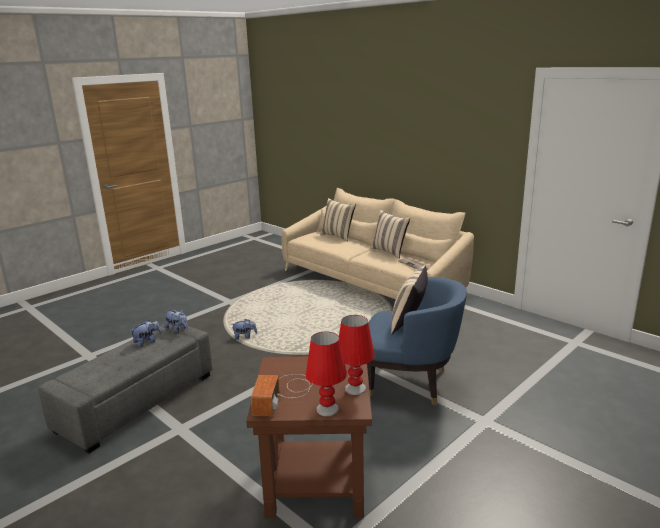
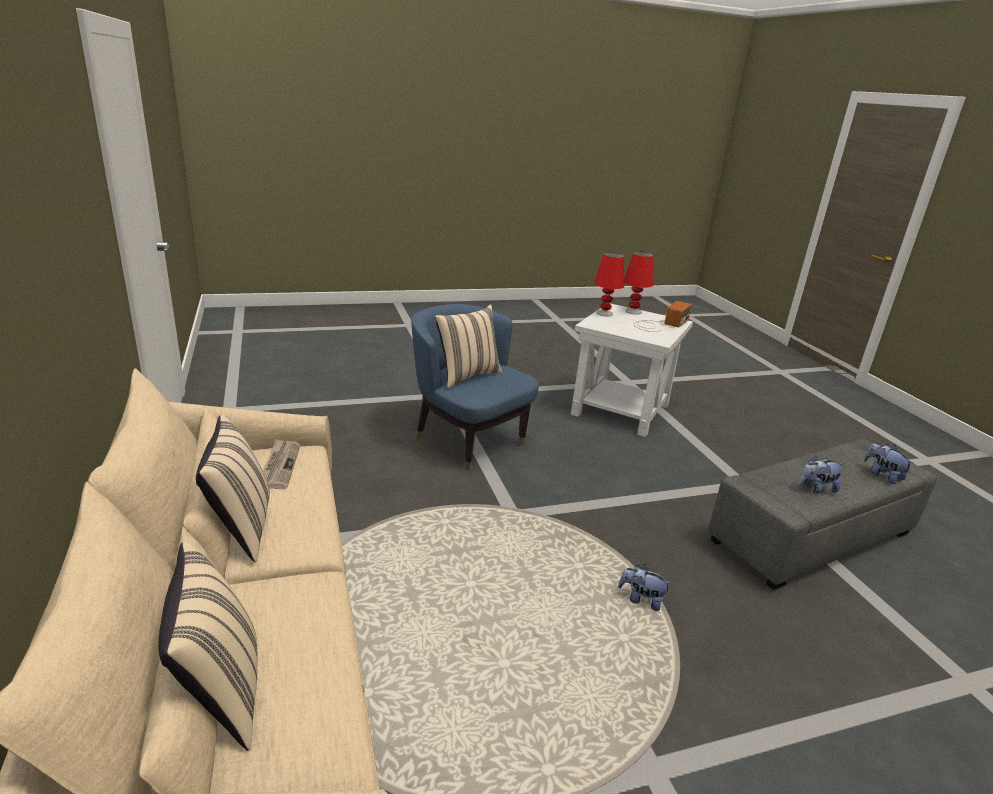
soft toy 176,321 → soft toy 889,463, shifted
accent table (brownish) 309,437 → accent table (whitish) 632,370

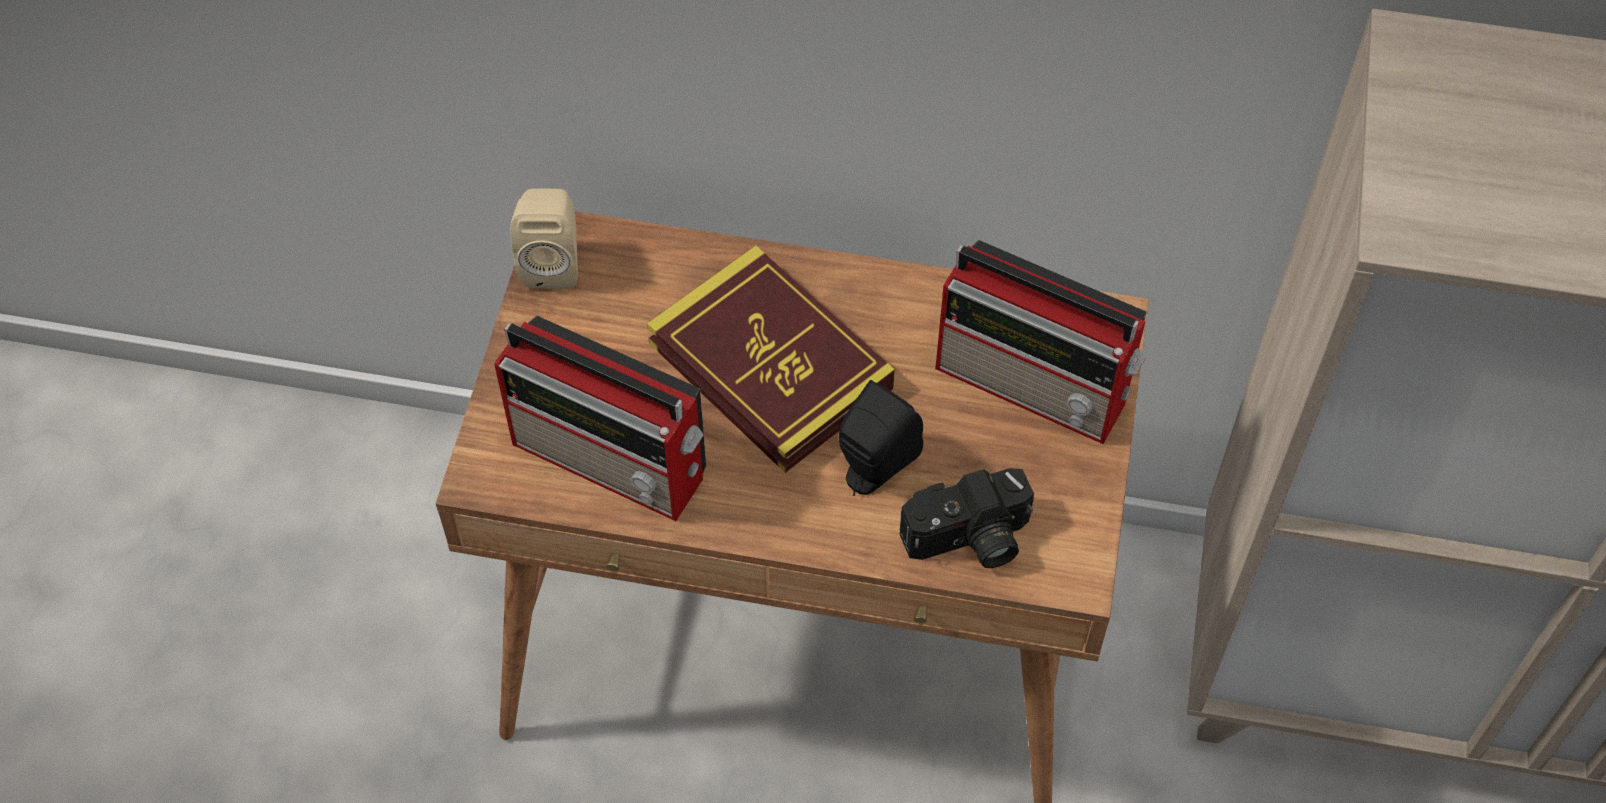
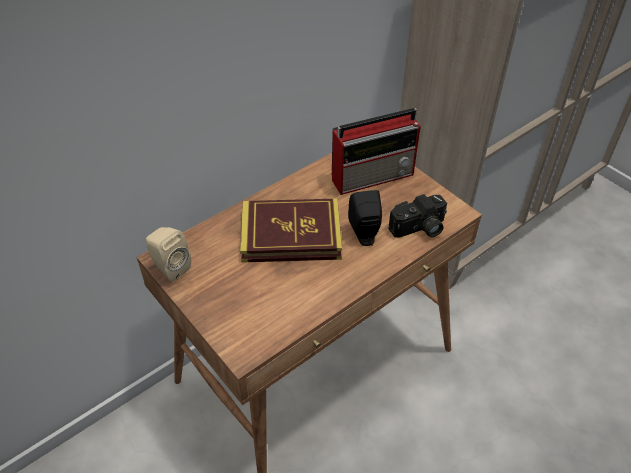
radio 600,418 → -
still camera 966,518 → still camera 417,215, 45 degrees clockwise

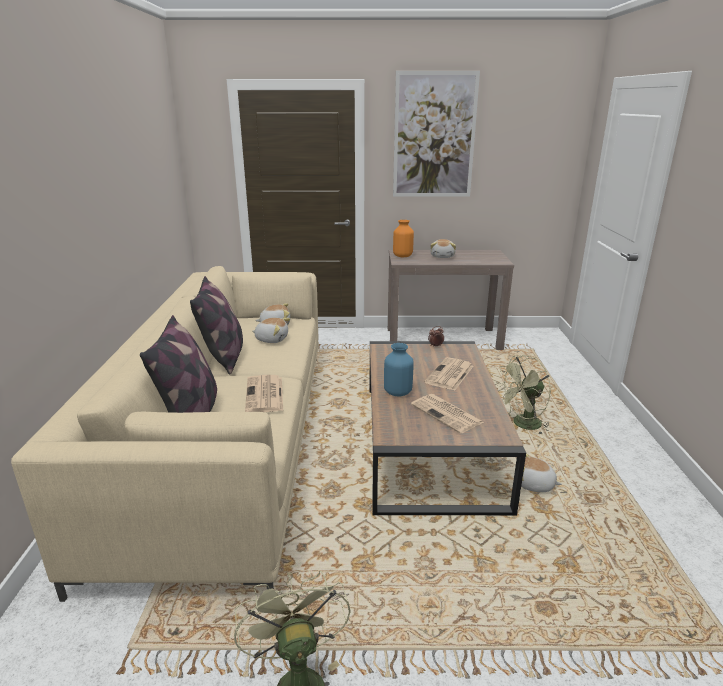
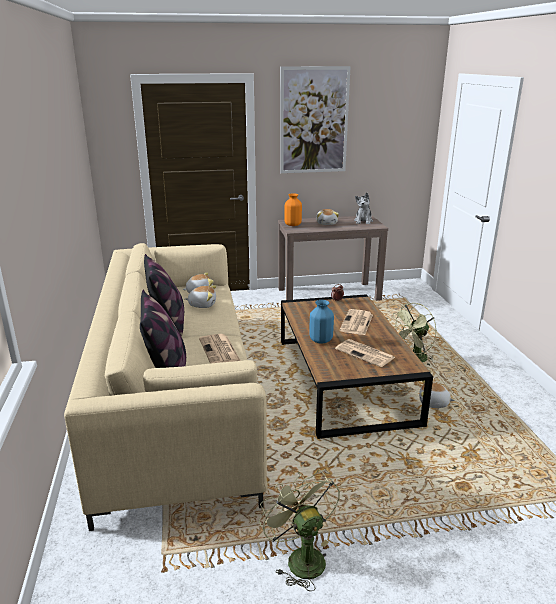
- → soft toy 363,208

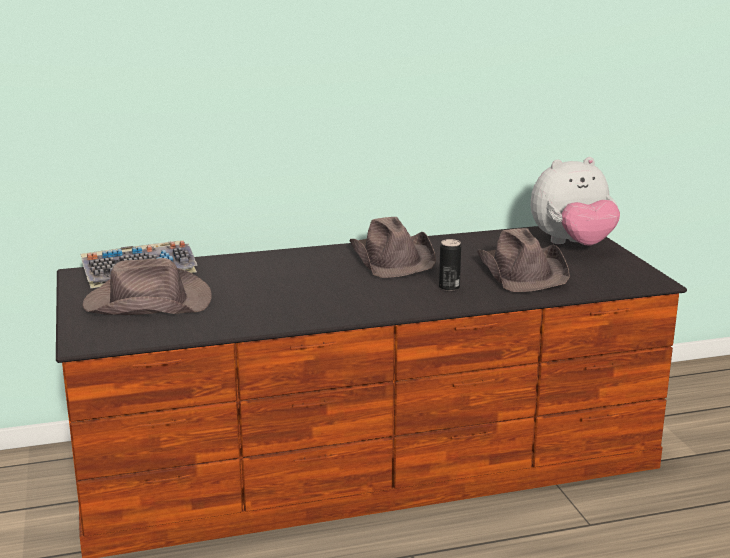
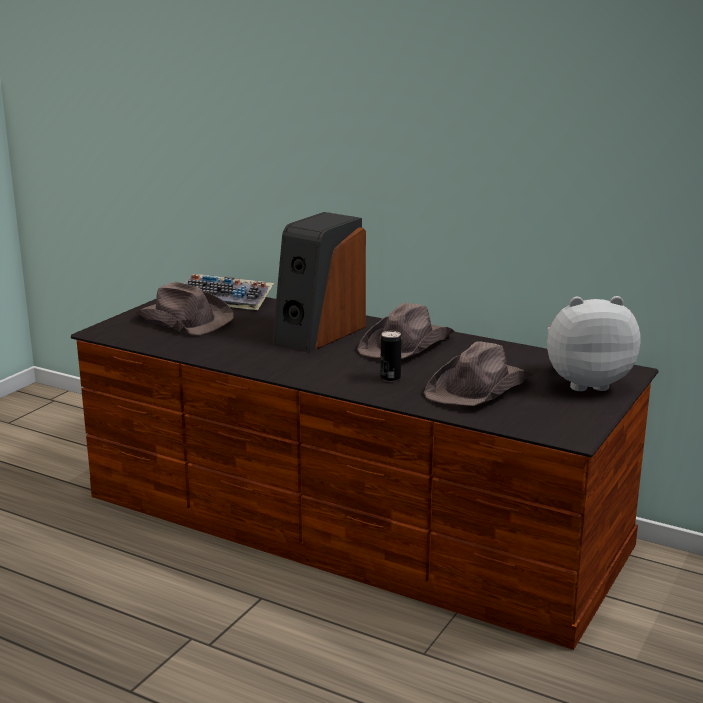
soft toy 575,201 → soft toy 593,343, 150 degrees clockwise
- → loudspeaker 319,282

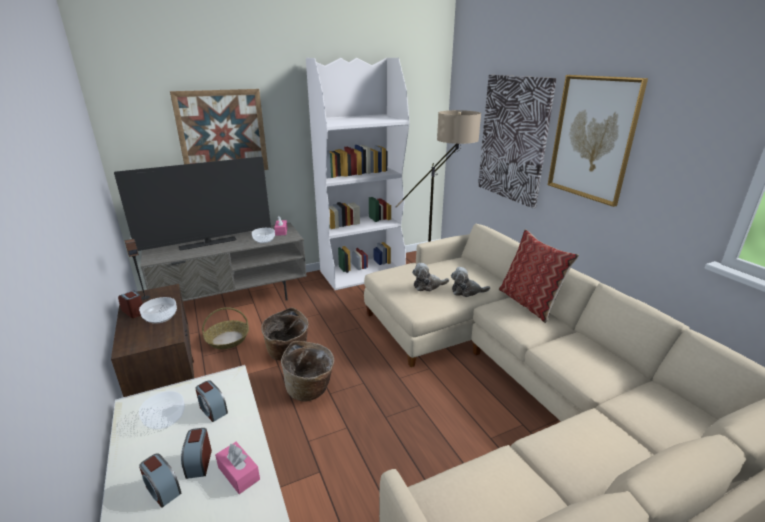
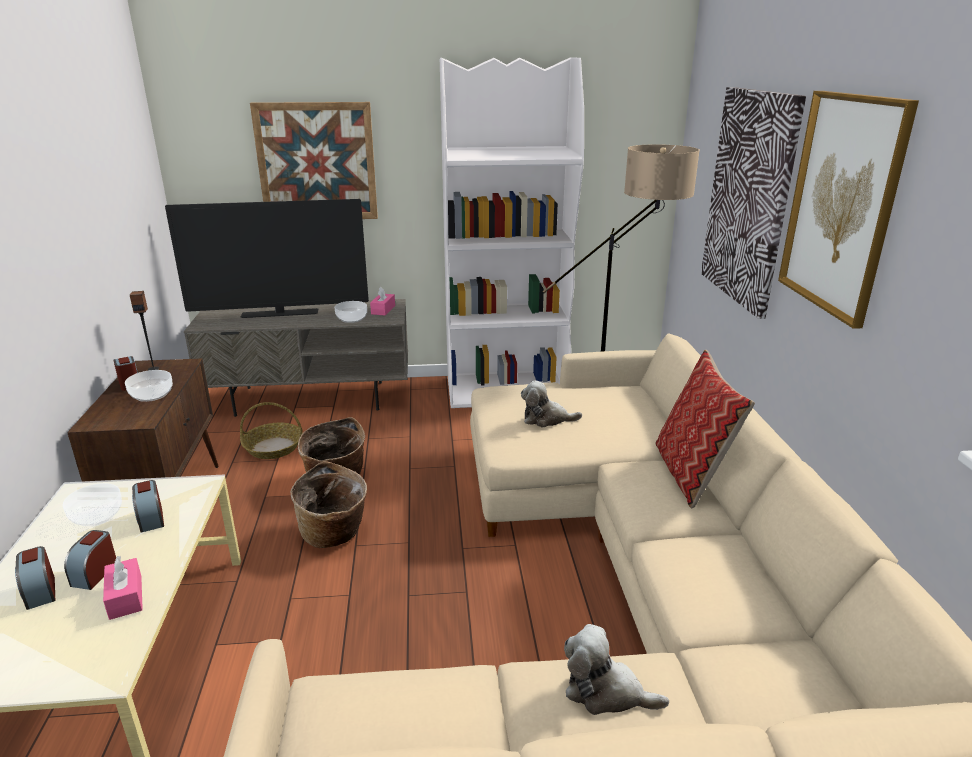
soft toy 470,282 → soft toy 616,669, shifted

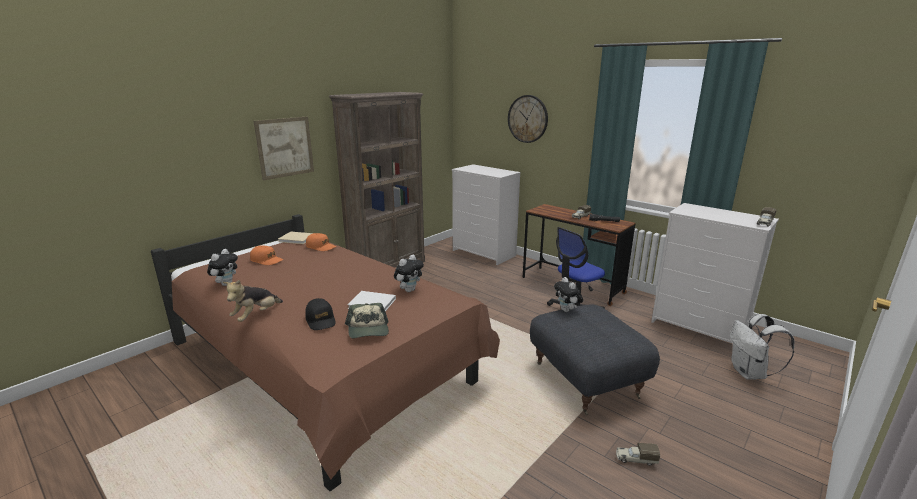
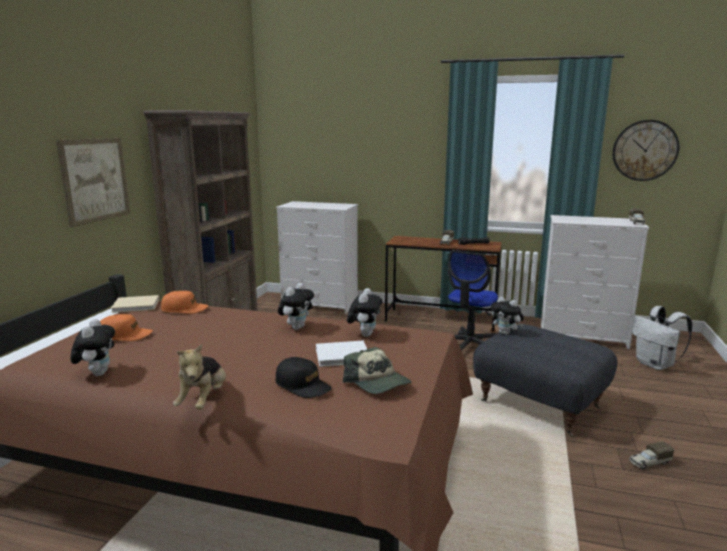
hanging clock 528,119 → hanging clock 645,150, shifted
- → soft toy 296,306

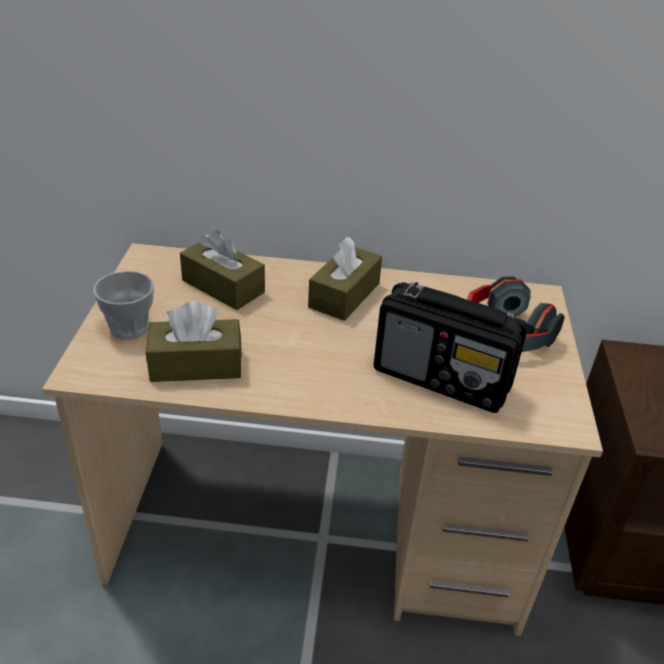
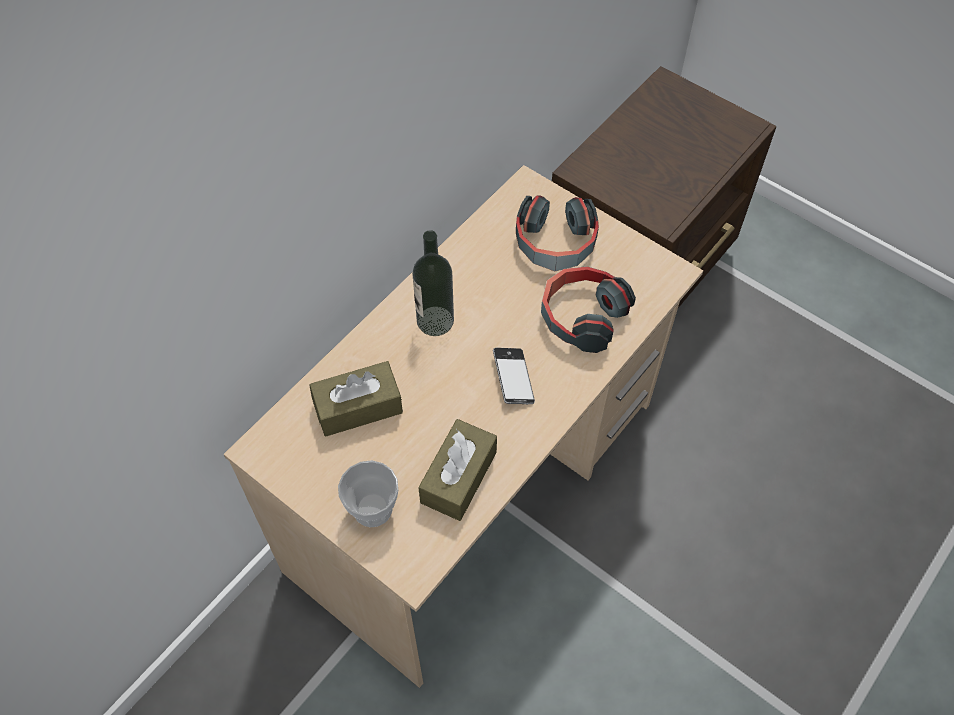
tissue holder (brownish) 345,278 → beverage bottle 433,283
radio 451,347 → pair of headphones 588,309
- → telephone 514,376

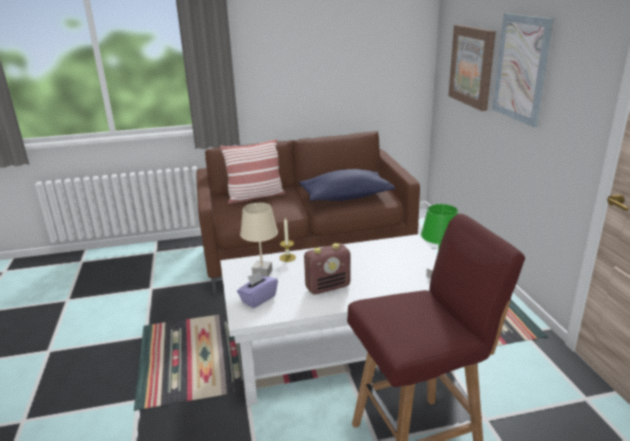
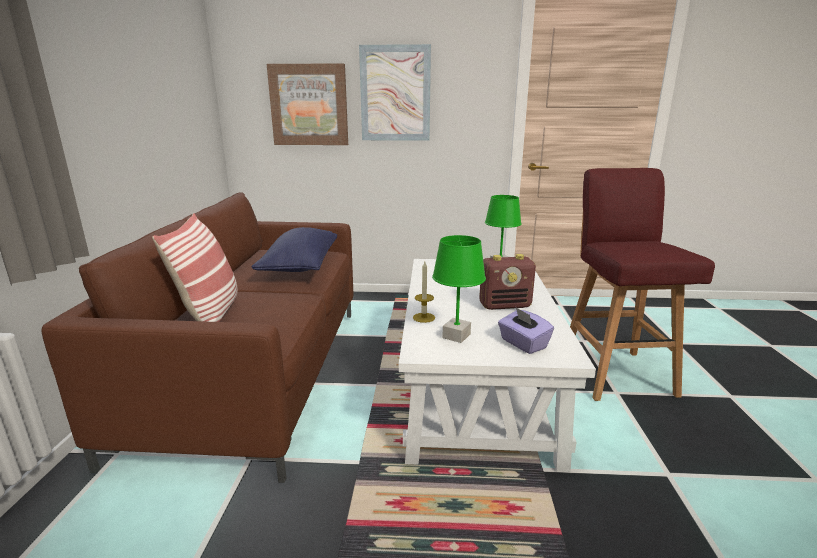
lamp for a table (beige-coloured) 259,240 → lamp for a table (greenish) 459,289
radio 327,269 → radio 507,282, 90 degrees clockwise

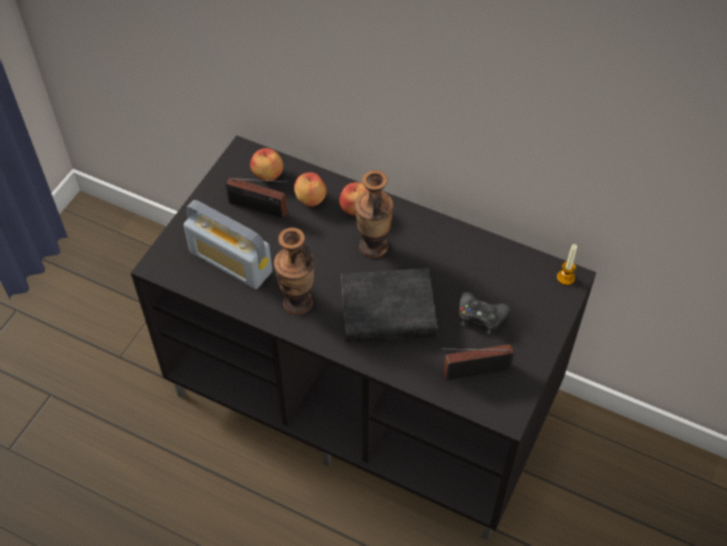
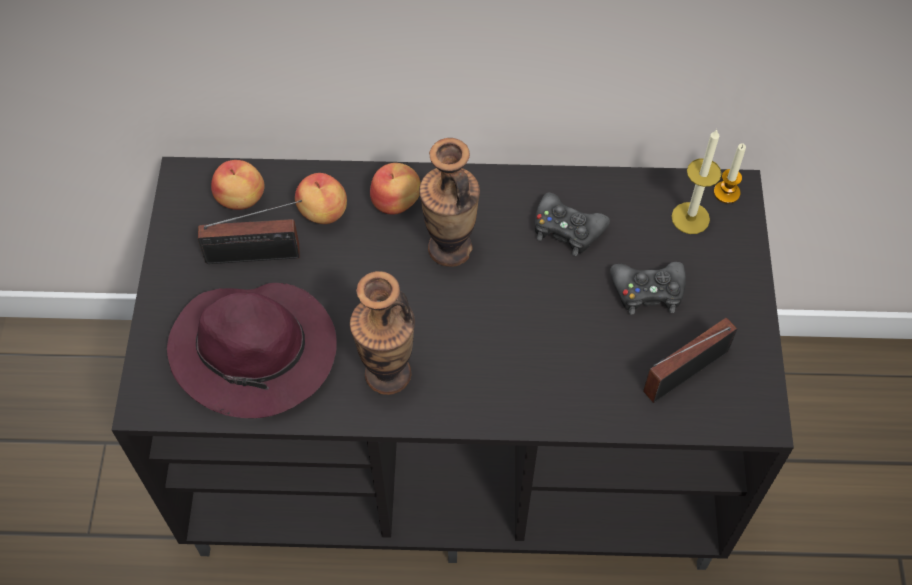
radio 228,244 → hat (purplish) 252,350
book (black-coloured) 389,305 → -
- → game controller (black-coloured) 572,224
- → wax candle 696,182

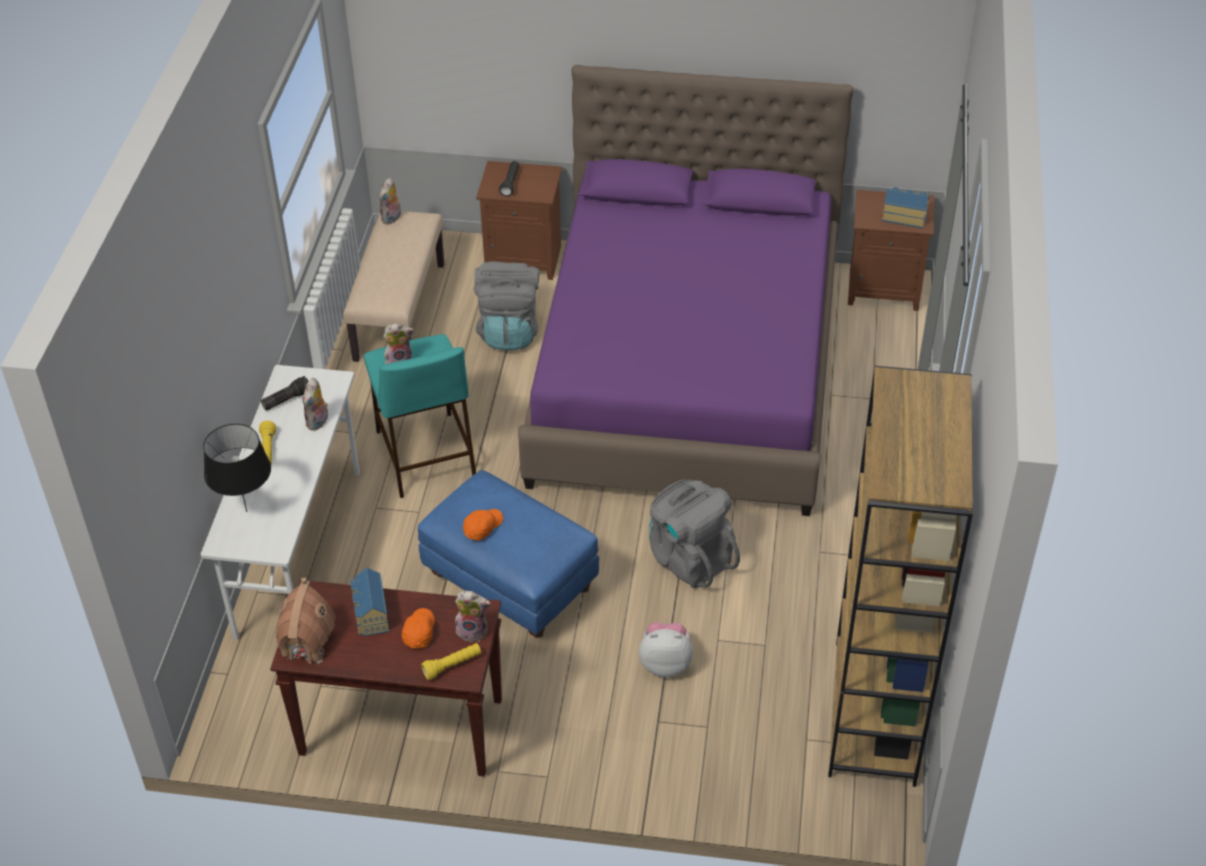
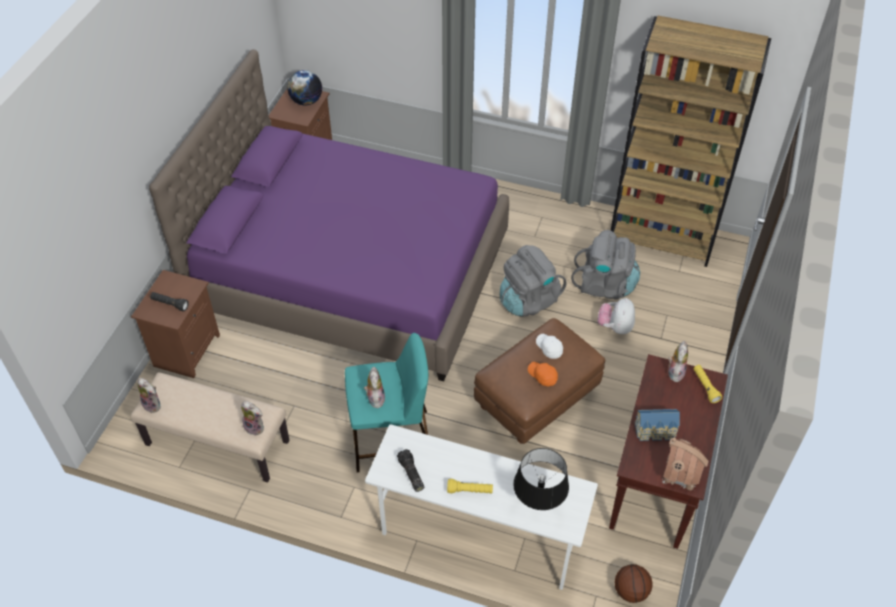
soft toy 315,404 → soft toy 252,418, shifted
peaked cap (orangey) 418,628 → -
ottoman (blue-coloured) 508,554 → ottoman (brownish) 539,381
backpack (gray) 506,306 → backpack (gray) 605,264, shifted
toy house 905,207 → globe 304,87
- → peaked cap (whitish) 549,346
- → basketball ball 633,583

